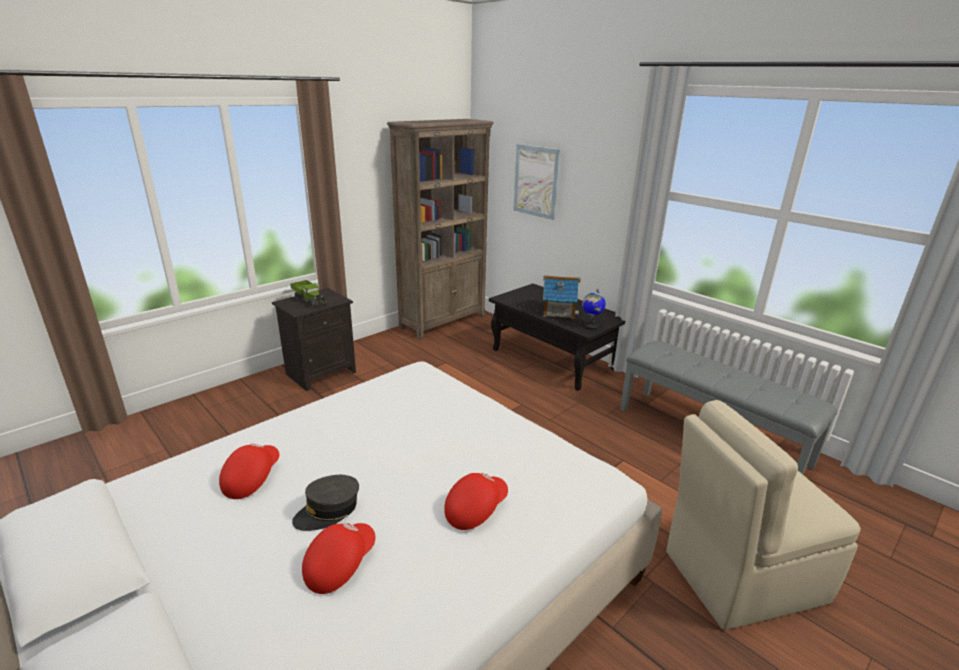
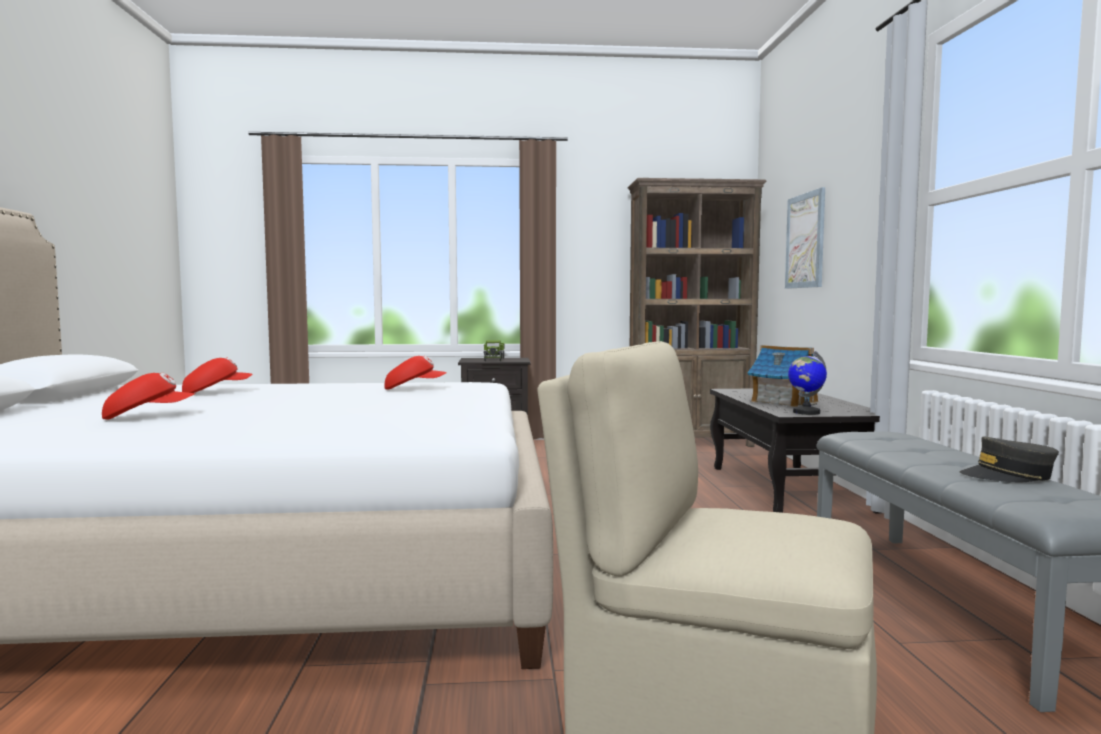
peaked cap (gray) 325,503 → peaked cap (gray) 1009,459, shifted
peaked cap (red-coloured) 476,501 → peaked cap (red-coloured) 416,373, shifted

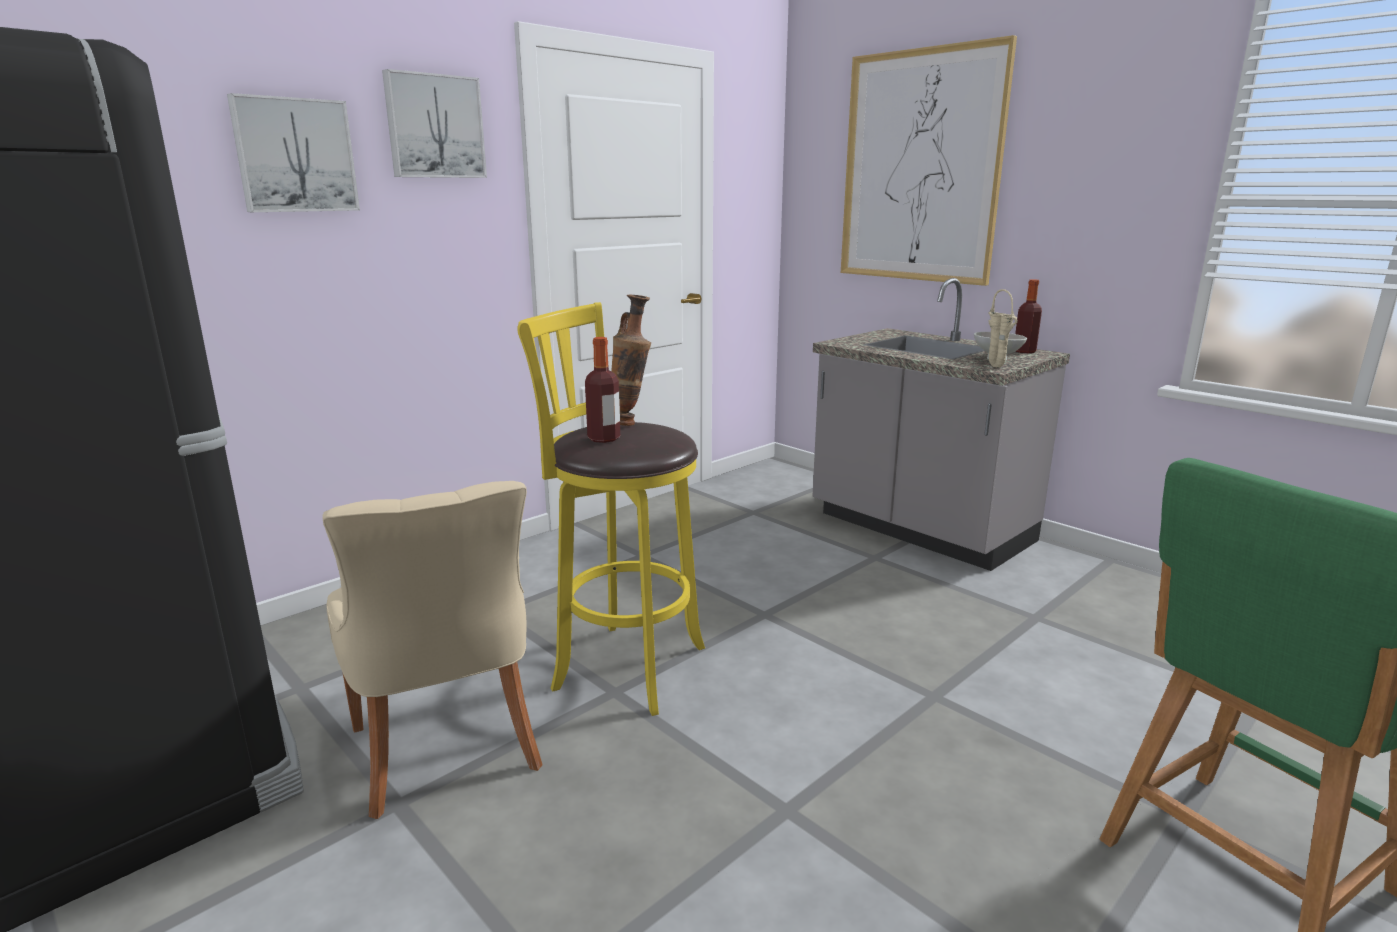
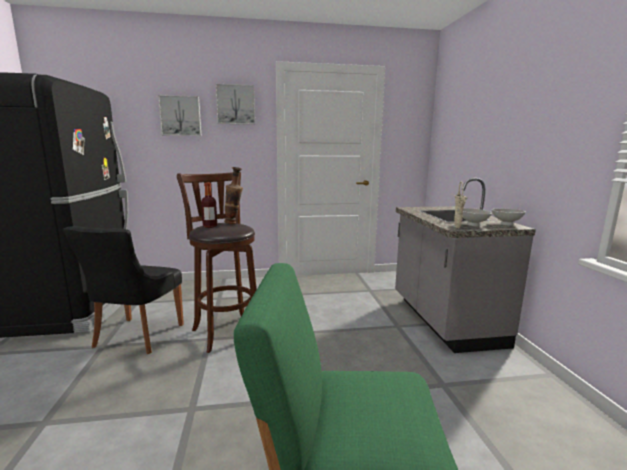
upright chair (beige-coloured) 433,650 → upright chair (black-coloured) 123,290
stool (yellow) 611,509 → stool (brownish) 217,262
wall art 929,160 → -
beverage bottle 1028,316 → bowl (whitish) 509,217

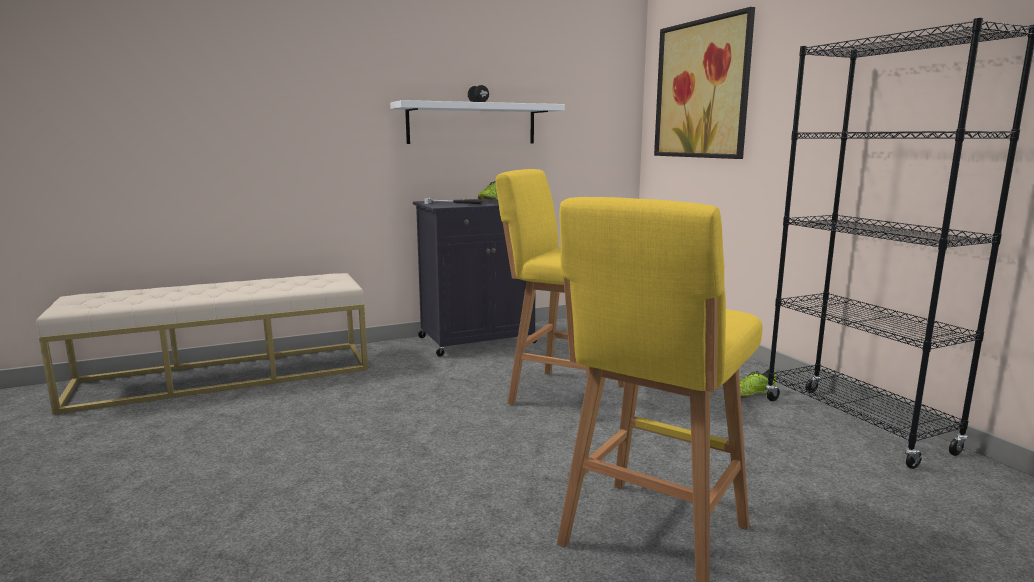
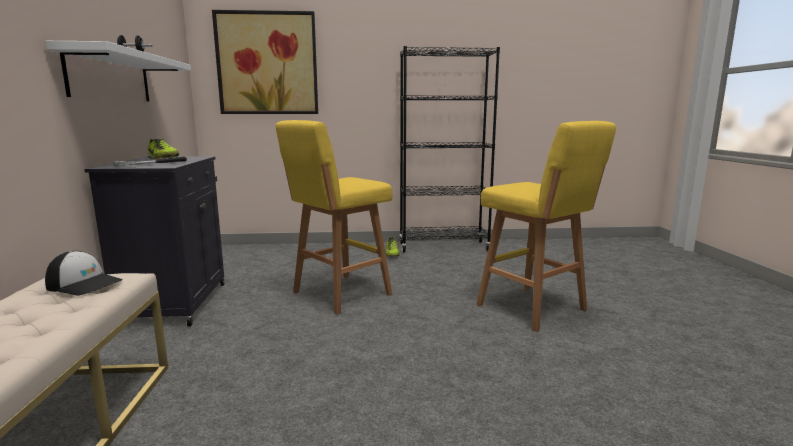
- → peaked cap 84,273

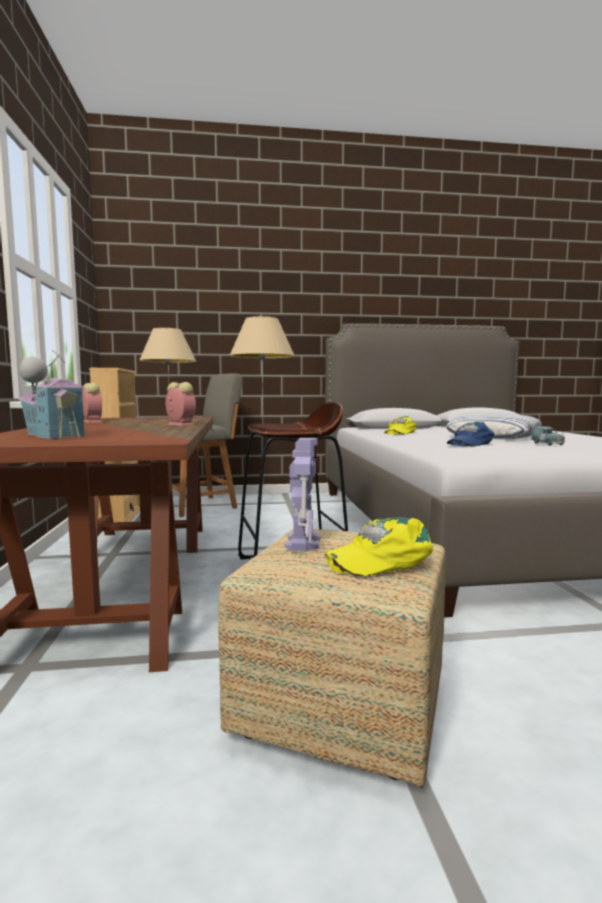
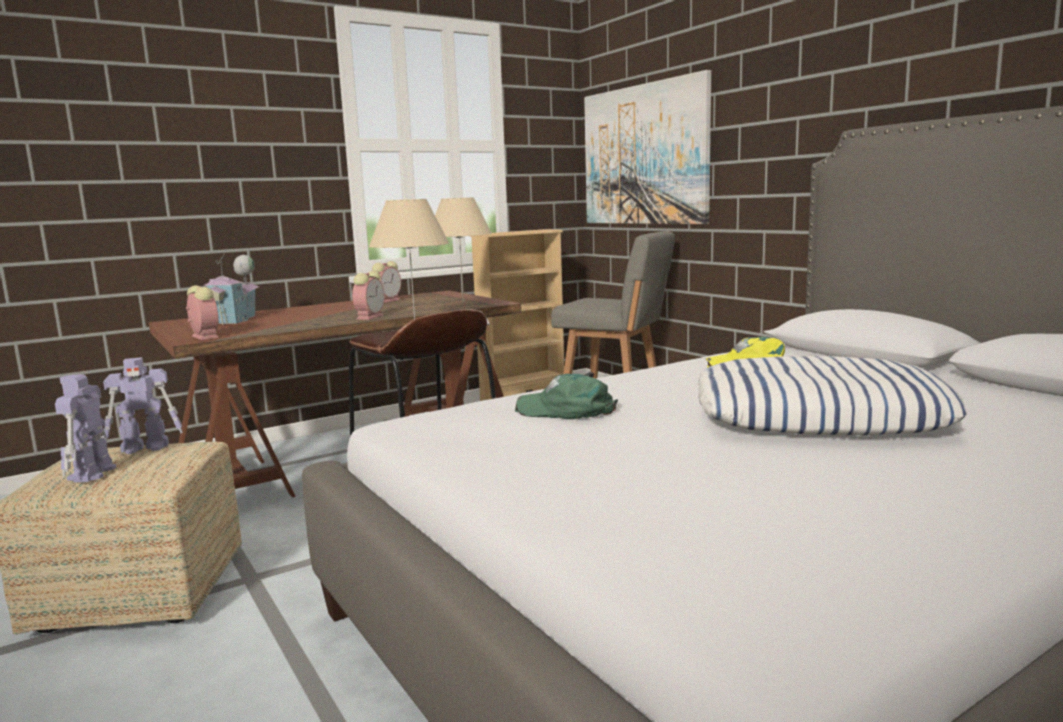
peaked cap (yellow) 379,546 → toy robot 85,428
peaked cap (blue-coloured) 470,434 → peaked cap (greenish) 566,396
miniature car (blue-coloured) 548,436 → -
- → alarm clock 202,312
- → wall art 647,147

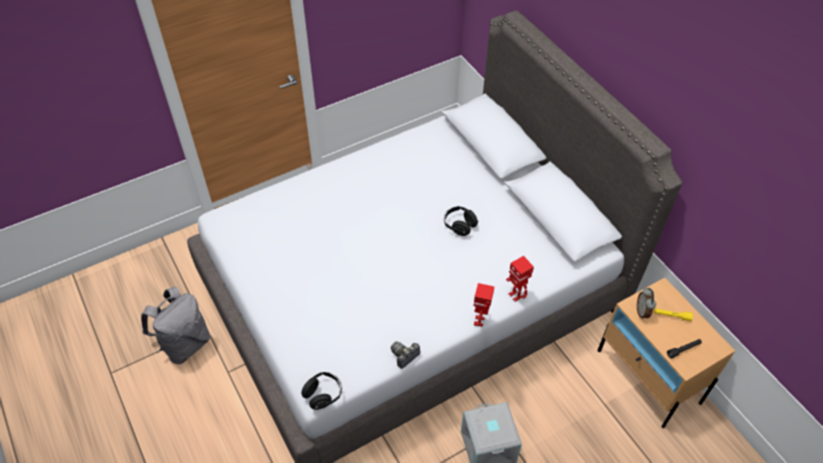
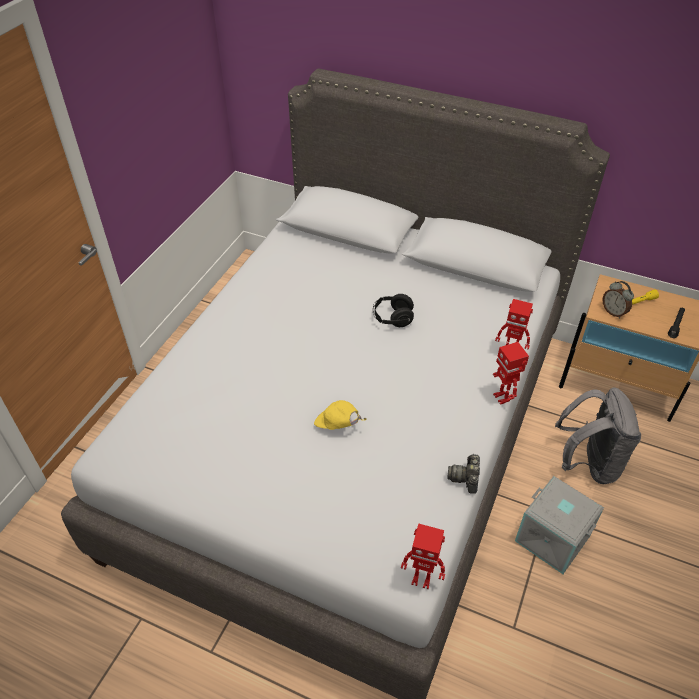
backpack (gray) 175,325 → backpack (gray) 598,435, shifted
pair of headphones (black-coloured) 321,391 → toy robot 423,556
- → peaked cap (yellow) 340,415

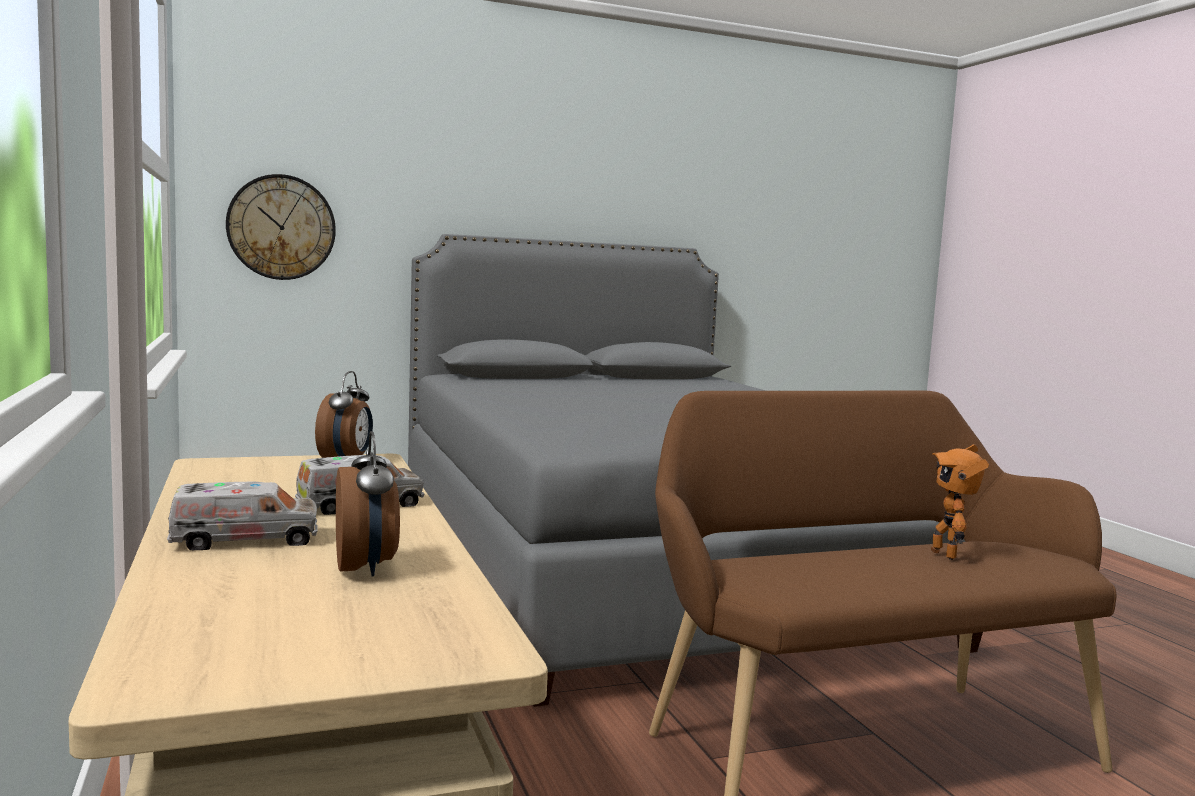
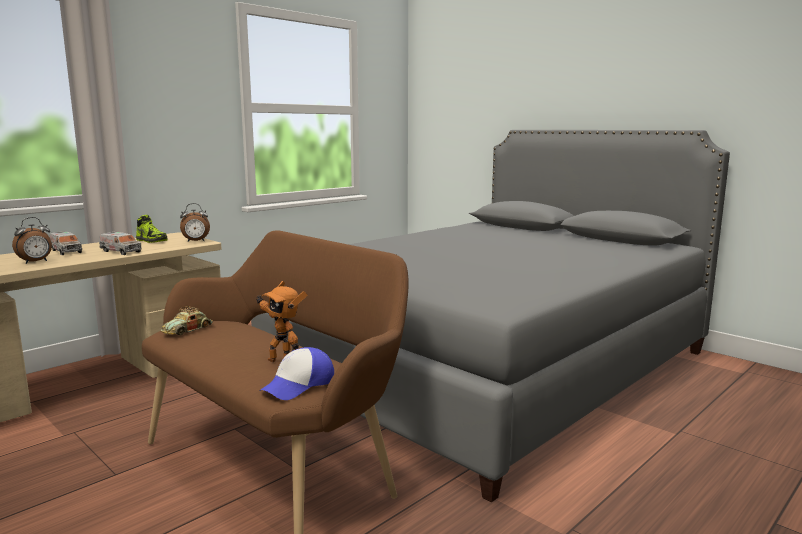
hanging clock 281,227 → -
toy robot 960,502 → toy robot 281,321, 120 degrees counterclockwise
- → low shoe 152,229
- → miniature car 187,320
- → peaked cap 297,373

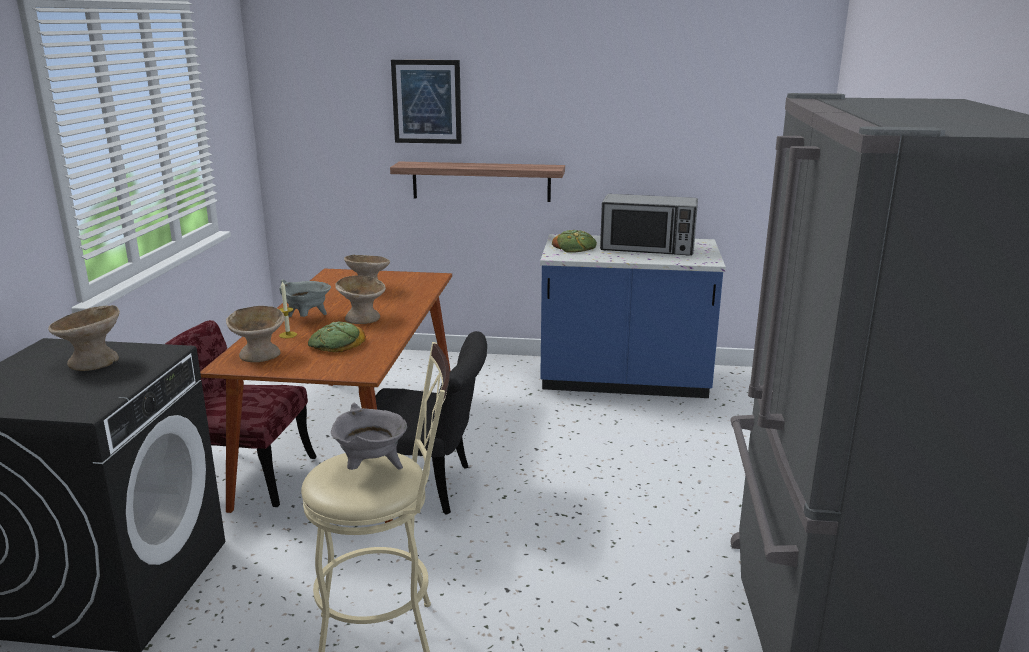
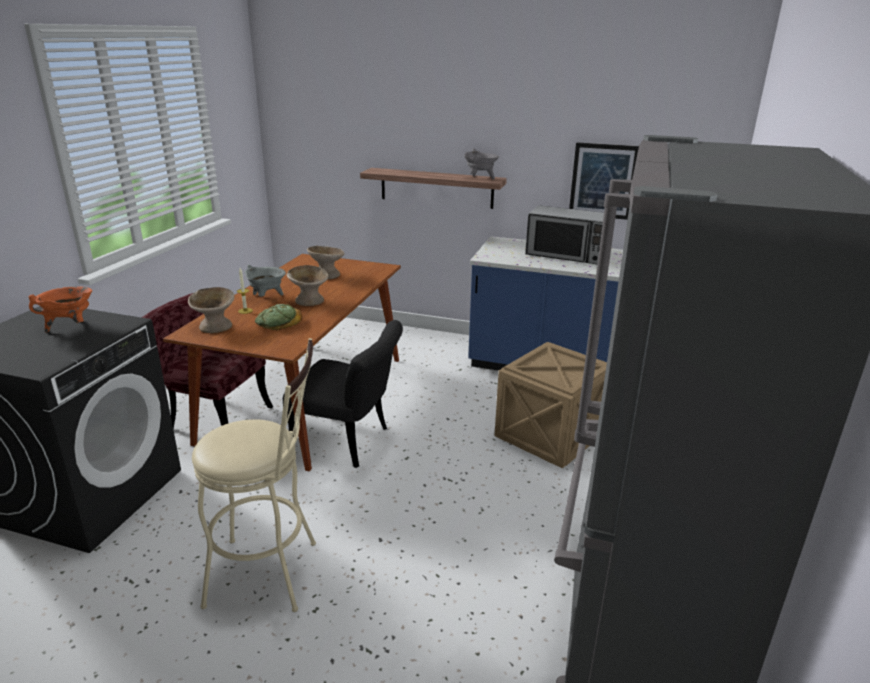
bowl (beige-coloured) 84,338 → saucepot (orangey) 60,309
saucepot (gray) 369,436 → saucepot (gray) 481,163, shifted
wall art 426,102 → wall art 604,181, shifted
baked bread 574,241 → -
- → packing crate 551,405

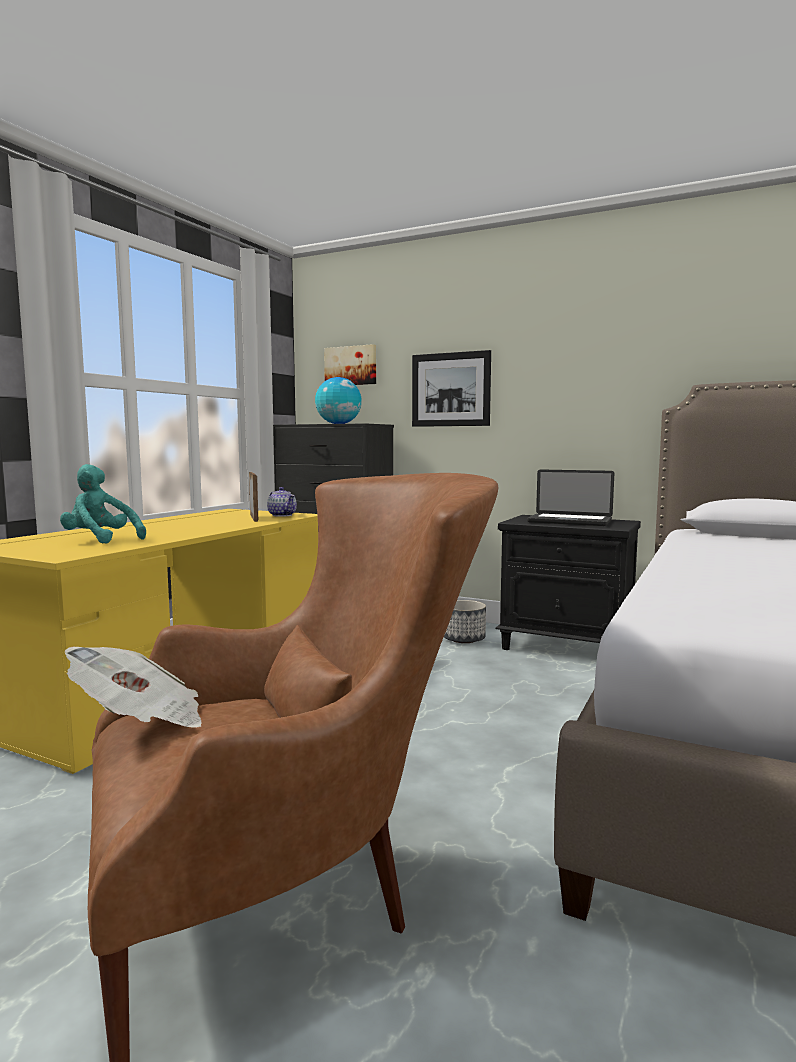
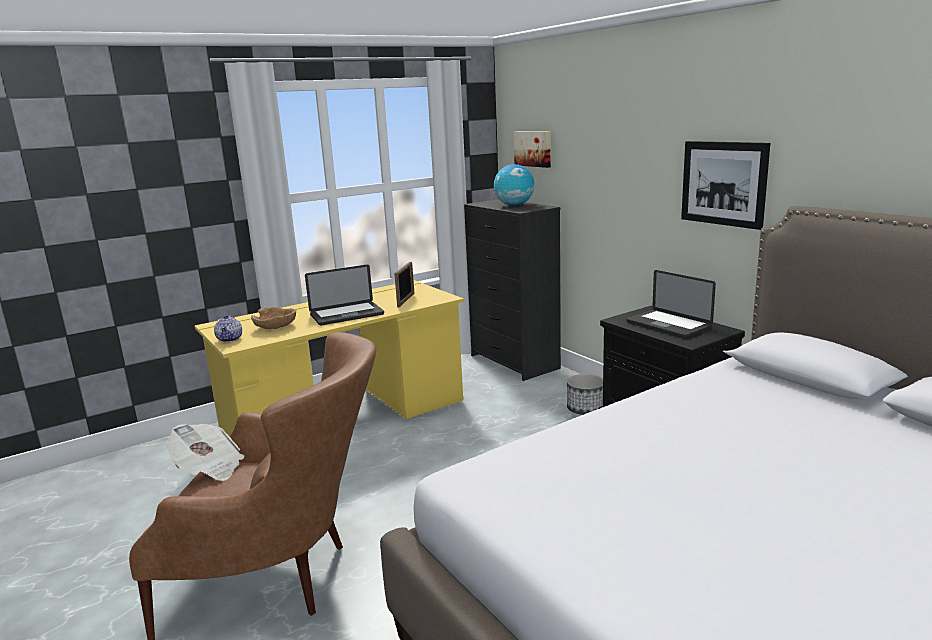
soft toy (blue-green) 103,504 → bowl (brownish) 273,318
pot for tea 282,502 → pot for tea 228,328, shifted
wall art 451,388 → wall art 725,185, shifted
- → laptop 344,295

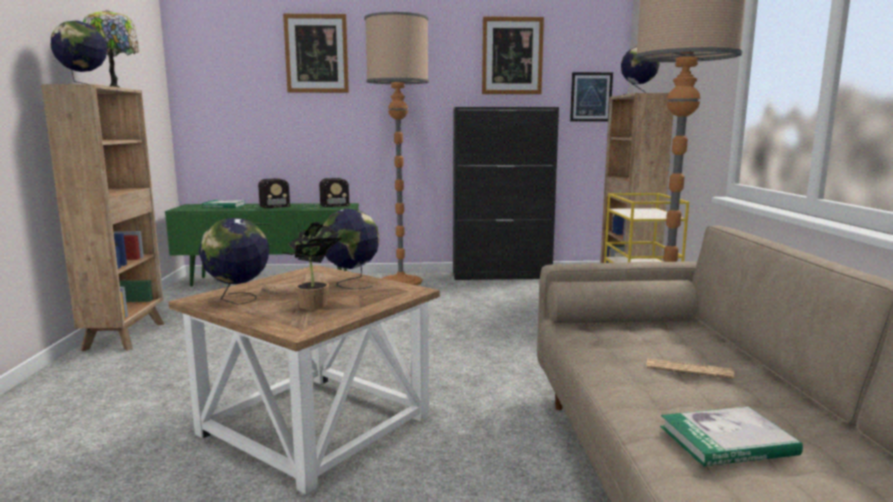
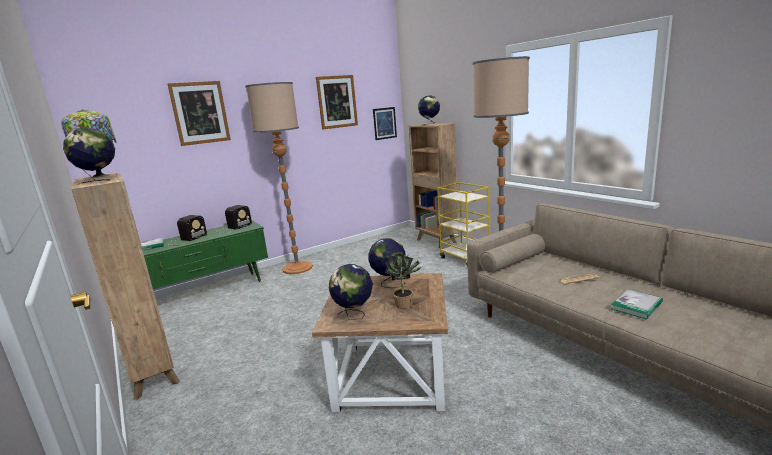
cabinet (black-coloured) 506,193 → -

